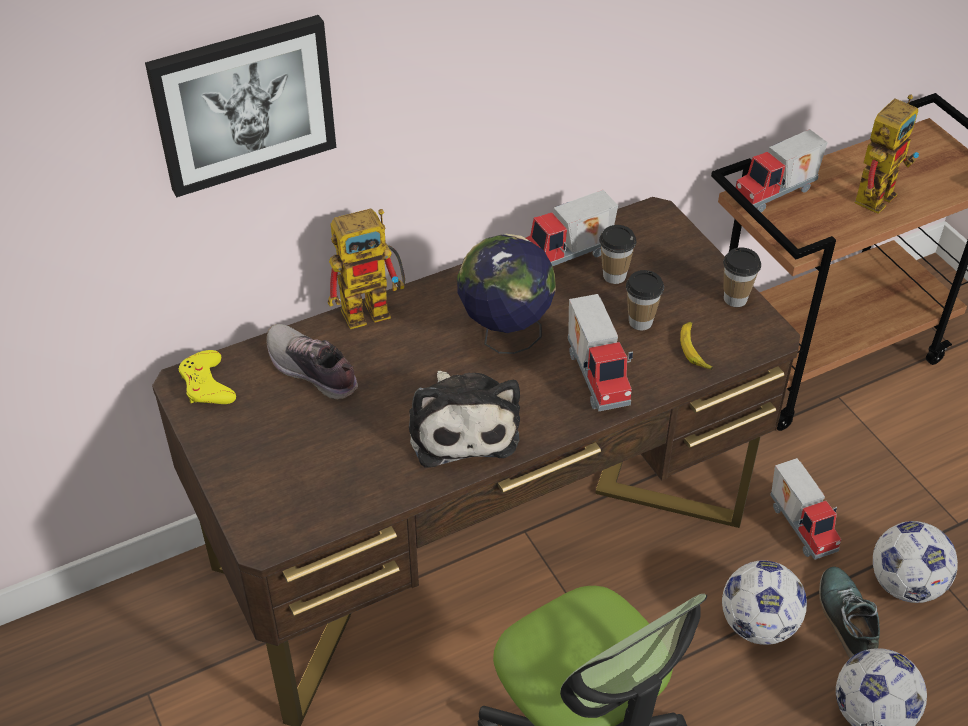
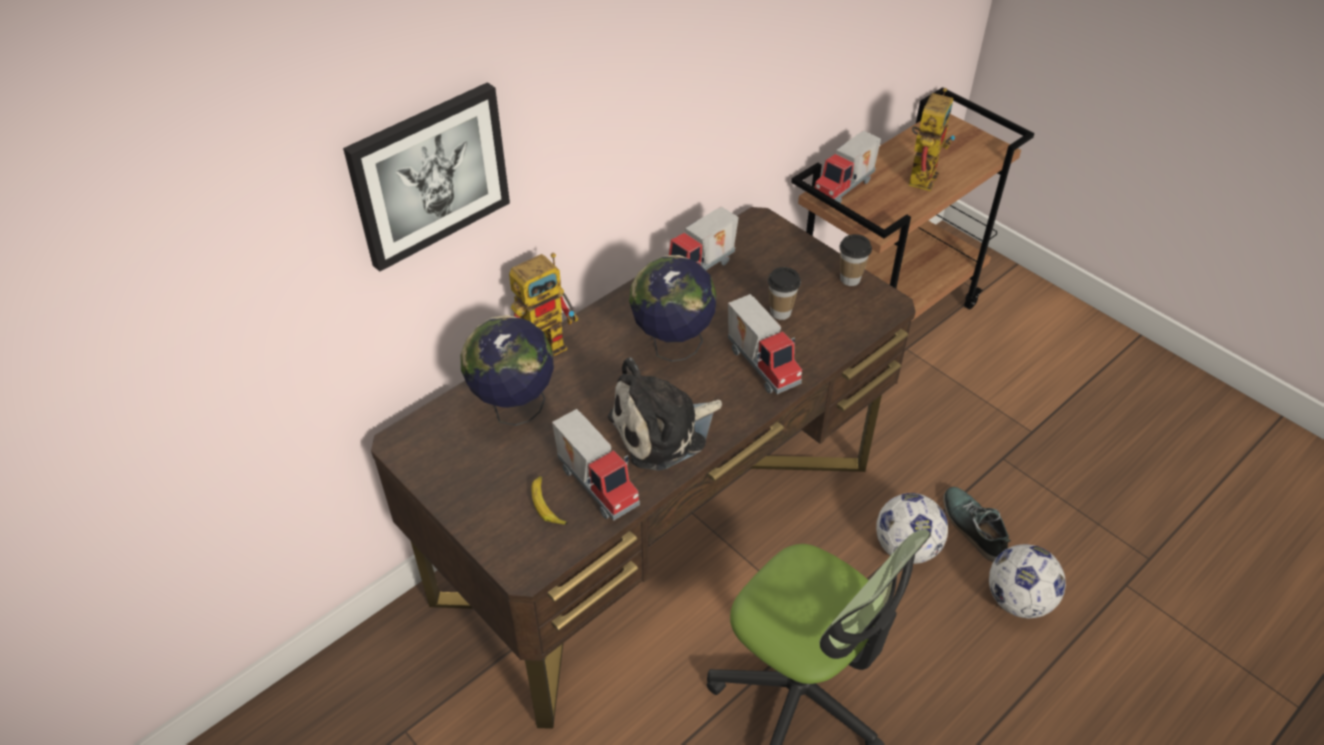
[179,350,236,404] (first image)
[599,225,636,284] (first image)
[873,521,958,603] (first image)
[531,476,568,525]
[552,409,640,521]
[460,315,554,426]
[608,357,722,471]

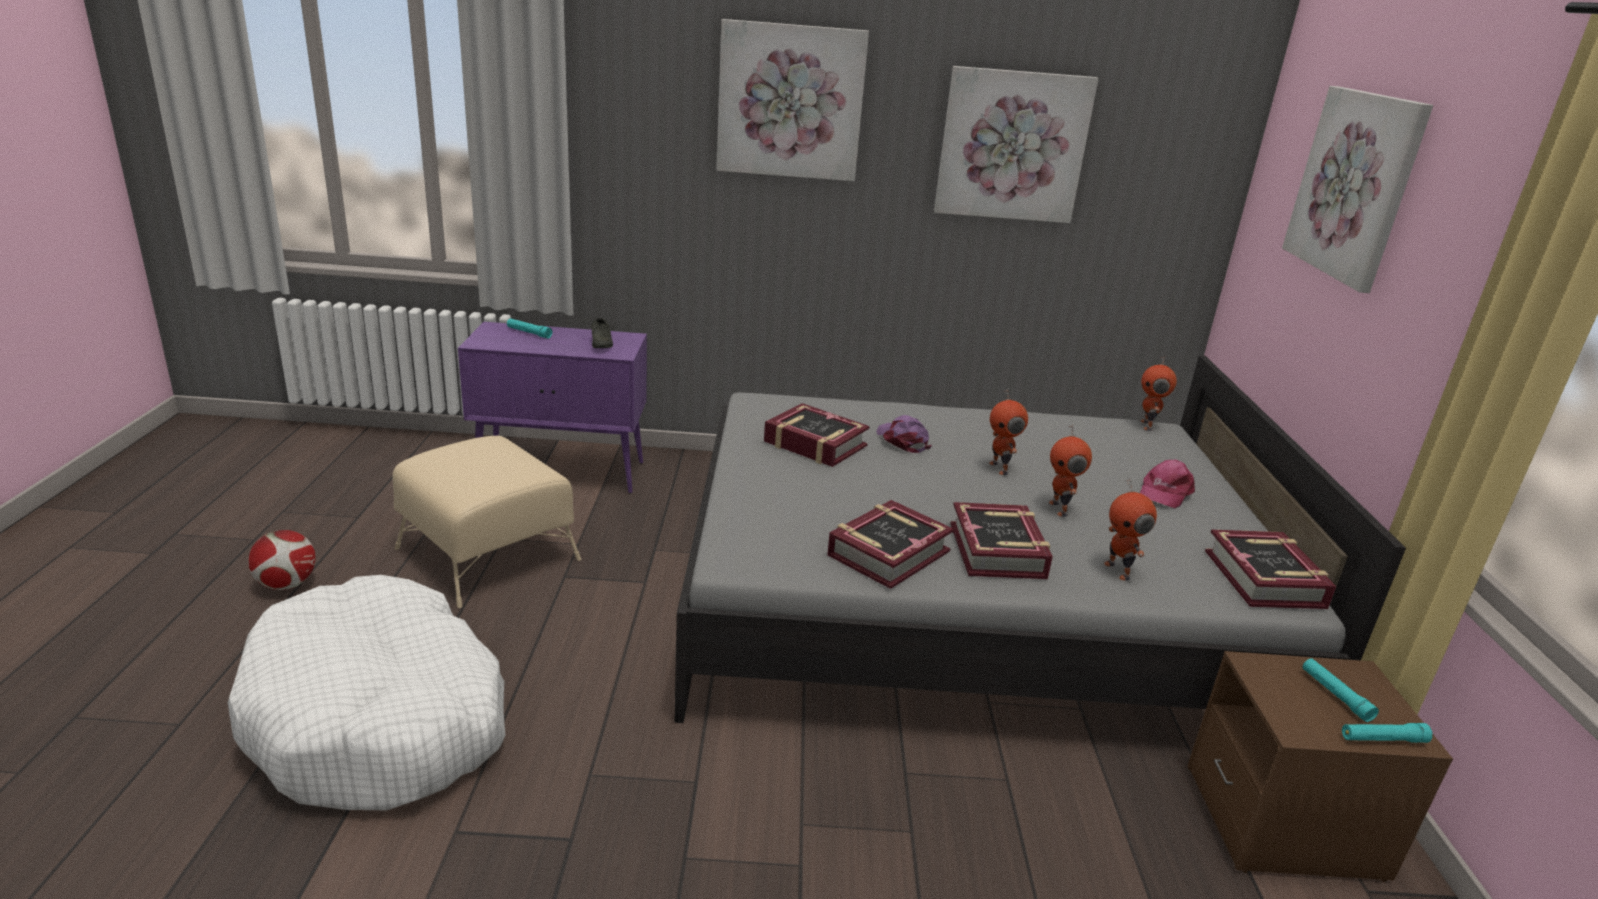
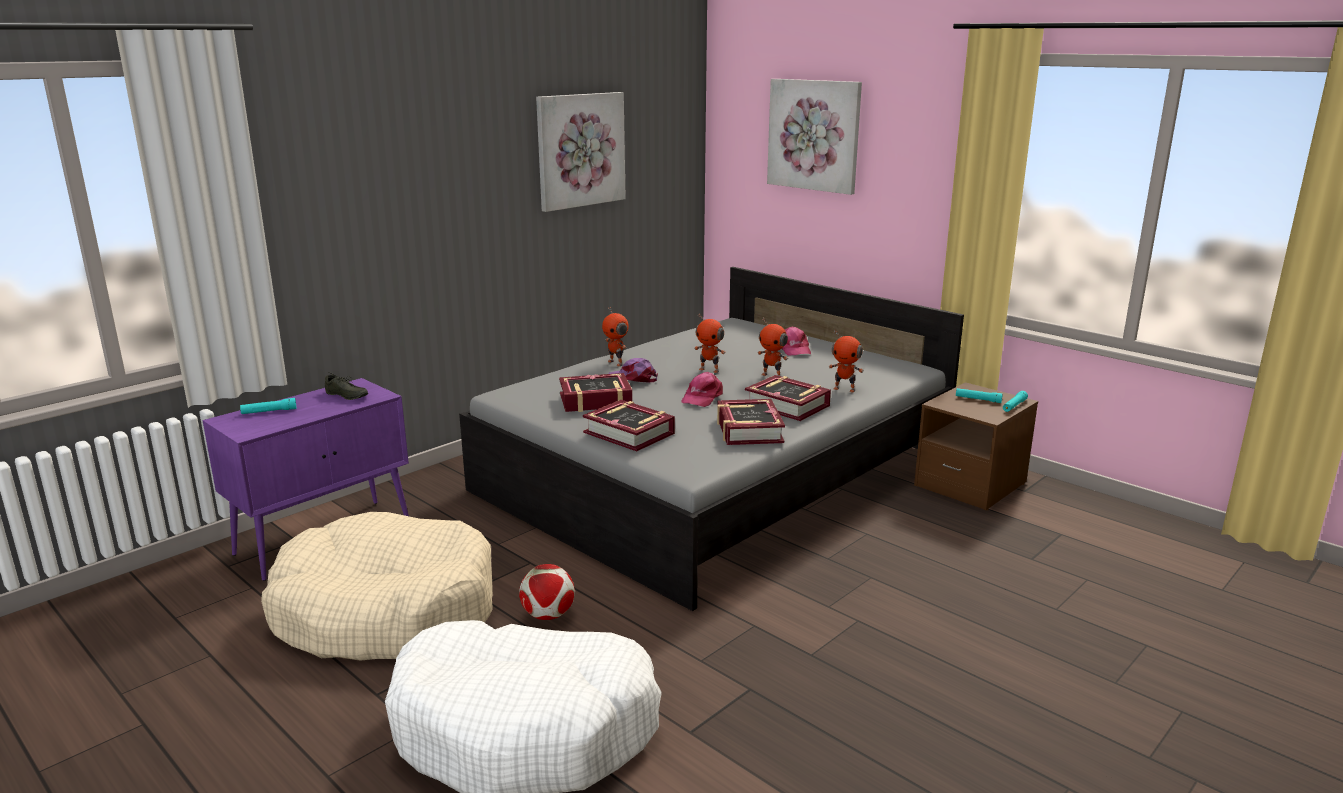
[716,19,869,181] (first image)
[681,372,723,407]
[519,564,575,620]
[602,308,629,366]
[583,400,675,451]
[261,512,493,661]

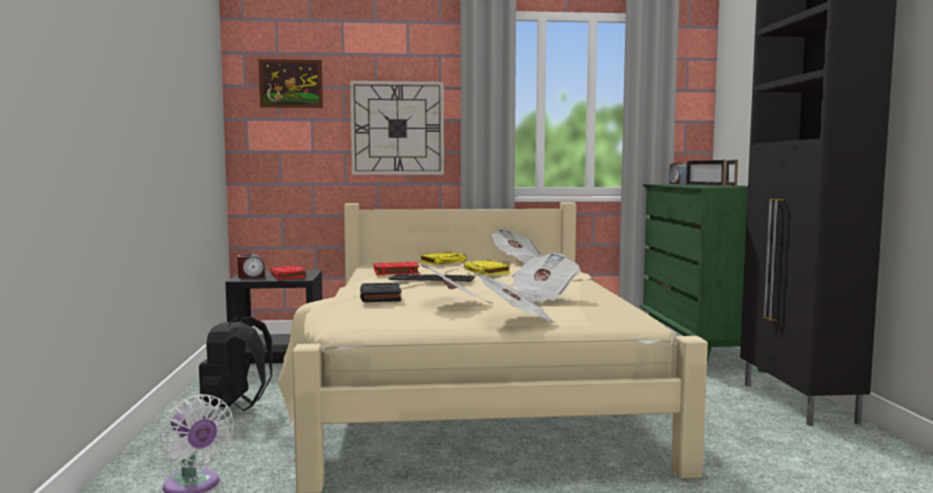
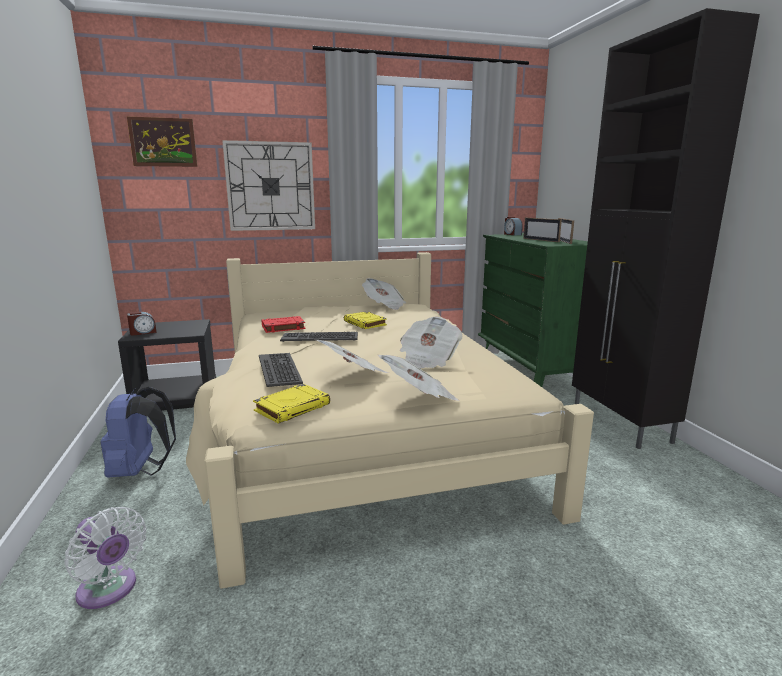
[270,266,306,279] (first image)
[253,384,330,424]
[259,353,303,387]
[101,387,176,478]

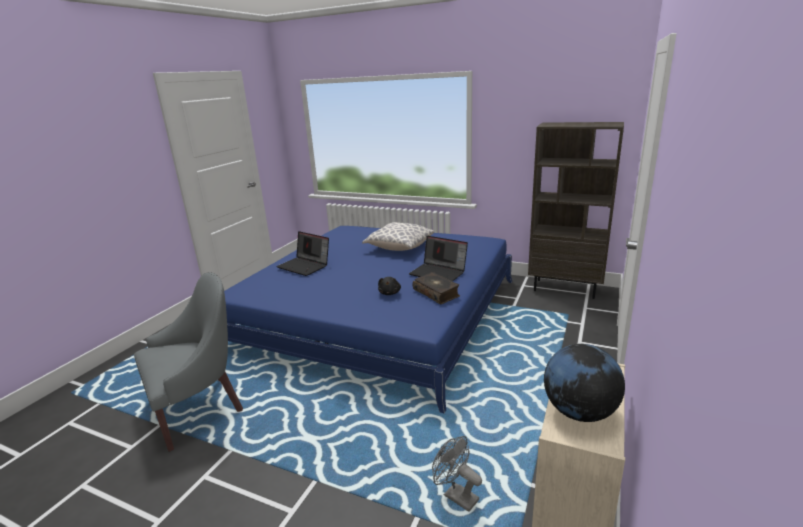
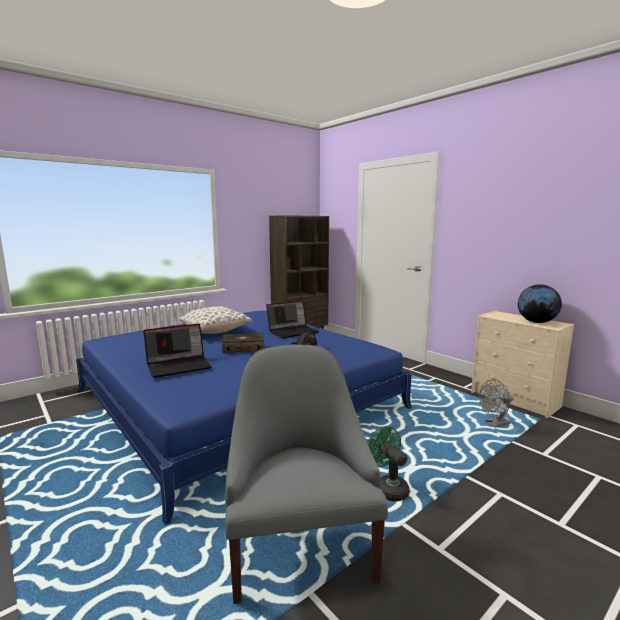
[367,426,409,501]
[222,333,265,353]

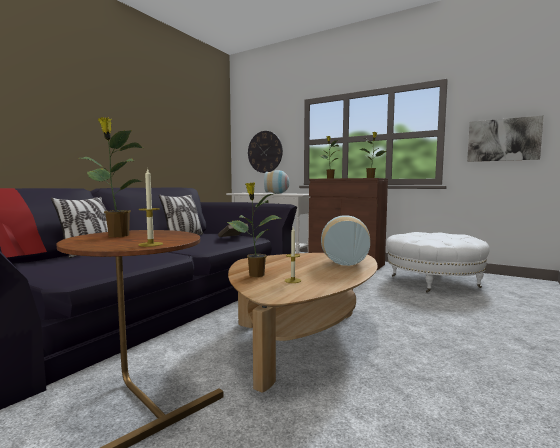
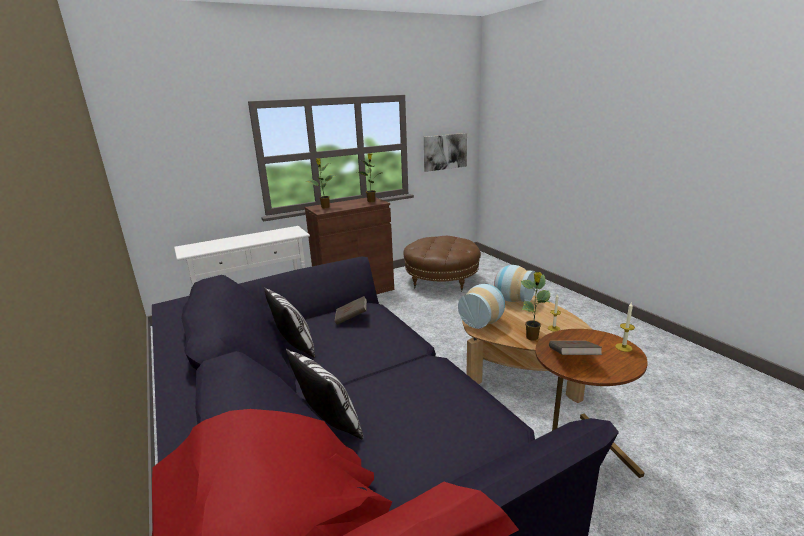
[248,131,283,173] (first image)
[458,284,505,329]
[549,341,602,355]
[403,236,481,292]

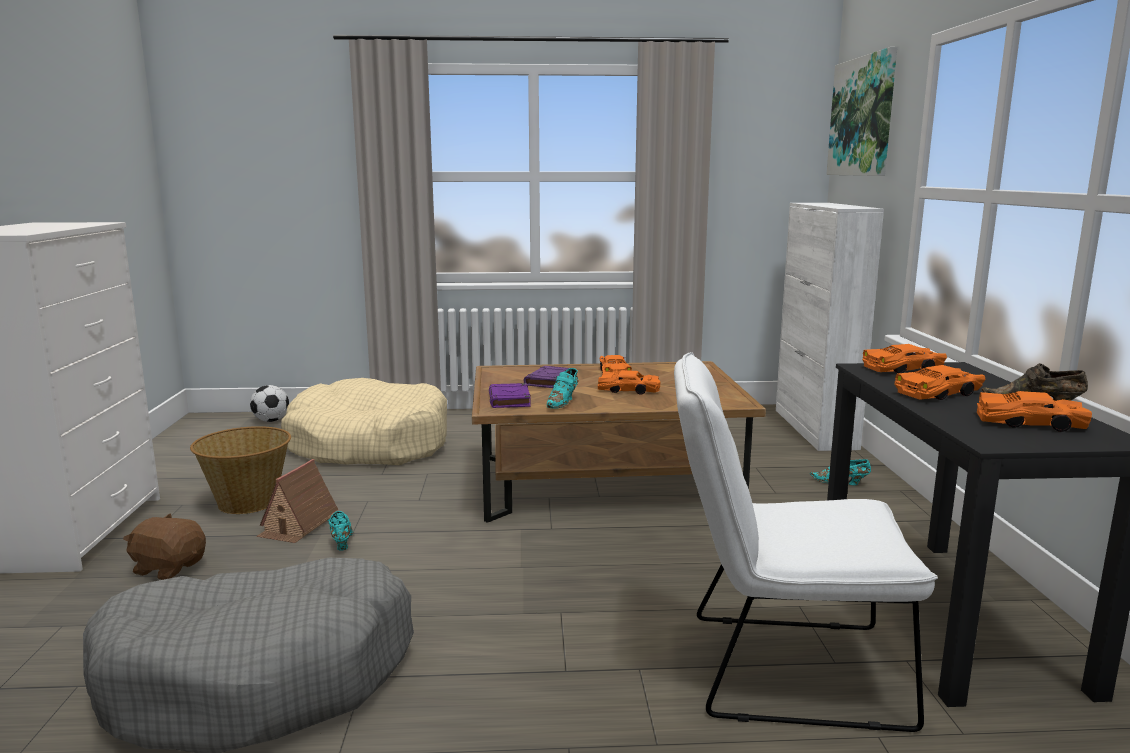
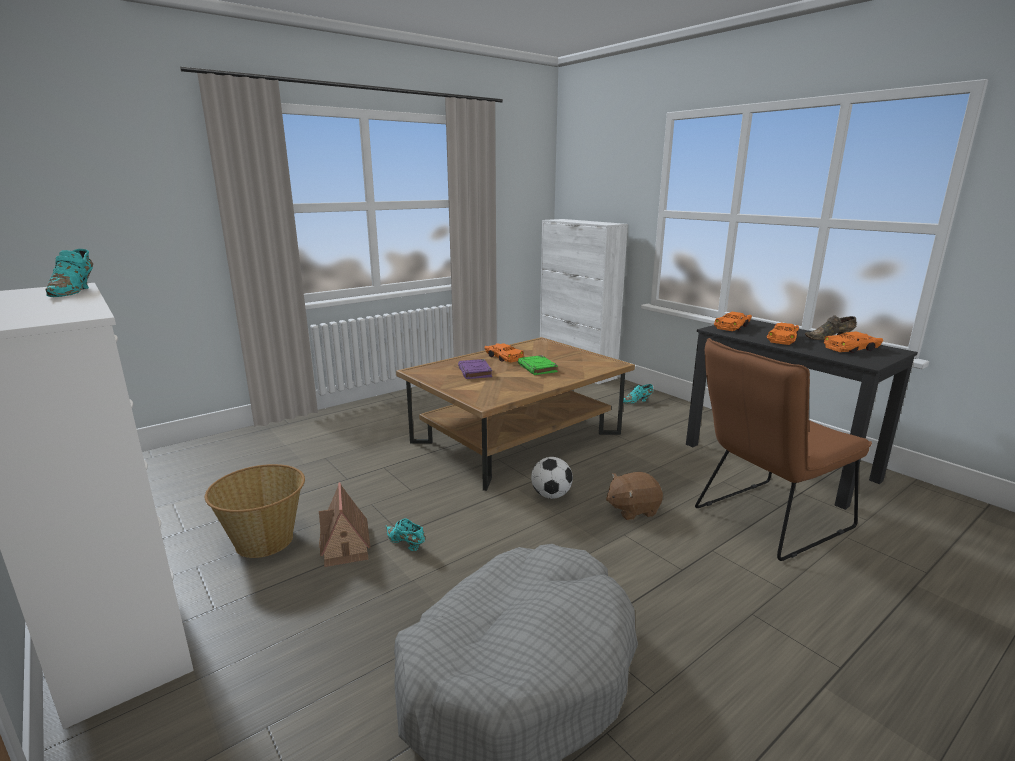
[281,378,447,465] (first image)
[489,383,531,408] (first image)
[826,47,897,176] (first image)
[606,472,663,520]
[531,457,573,499]
[45,249,93,297]
[518,355,558,375]
[695,338,872,561]

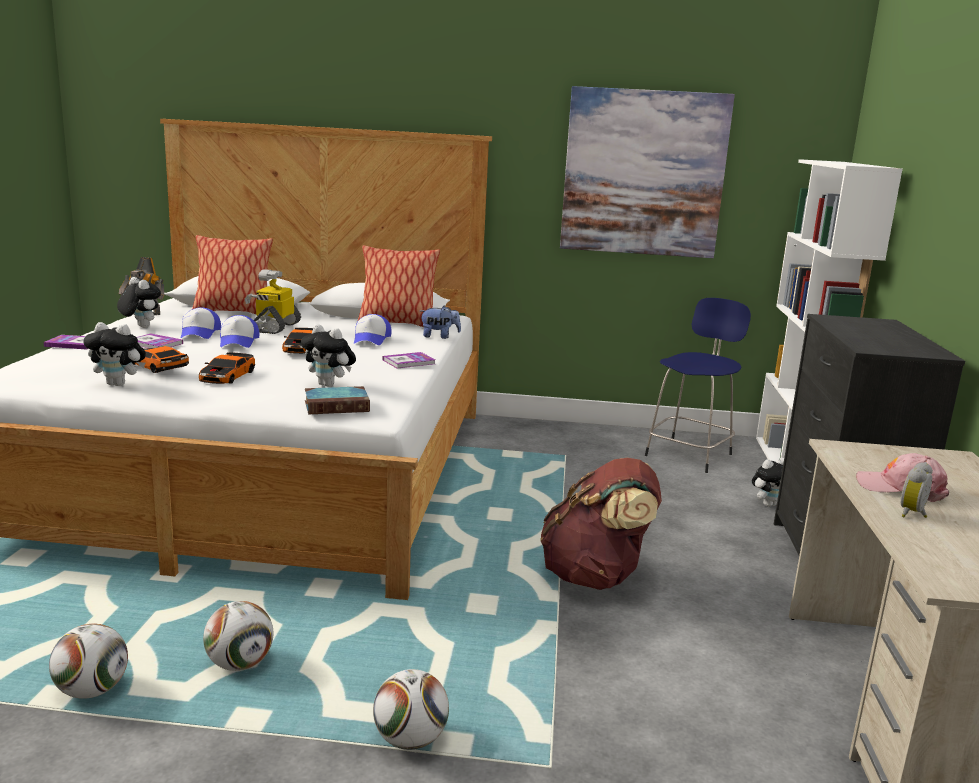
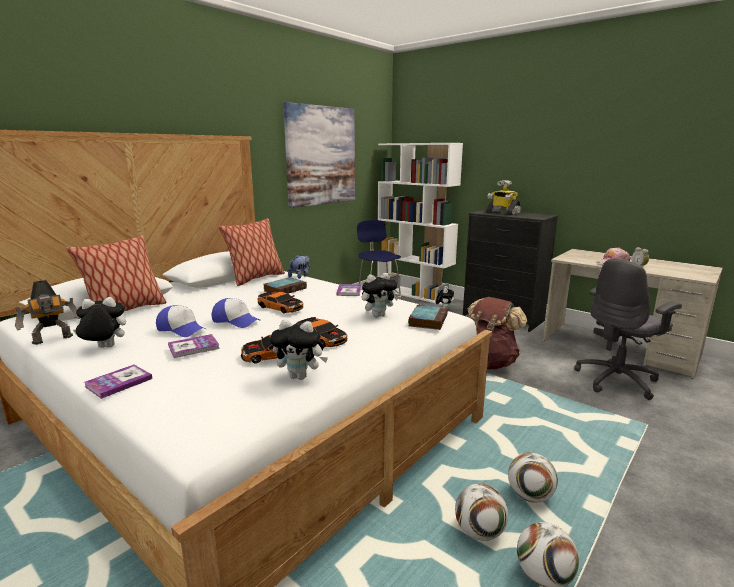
[574,259,682,400]
[487,180,521,215]
[455,484,508,541]
[264,277,307,294]
[270,319,328,380]

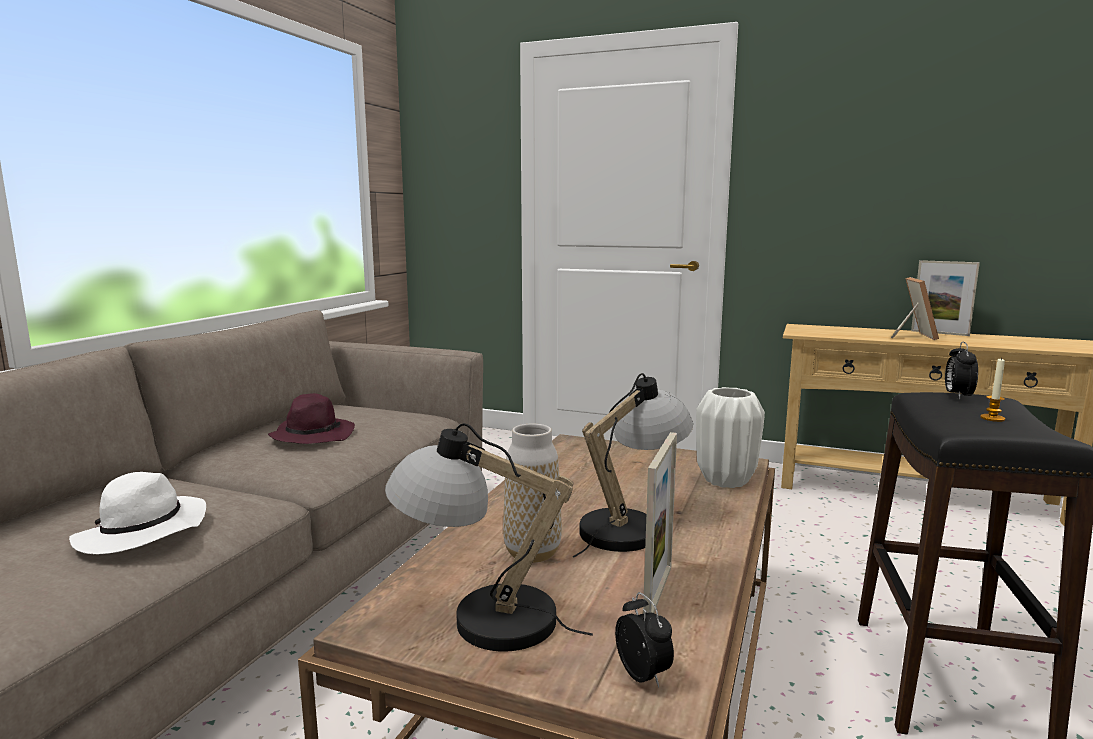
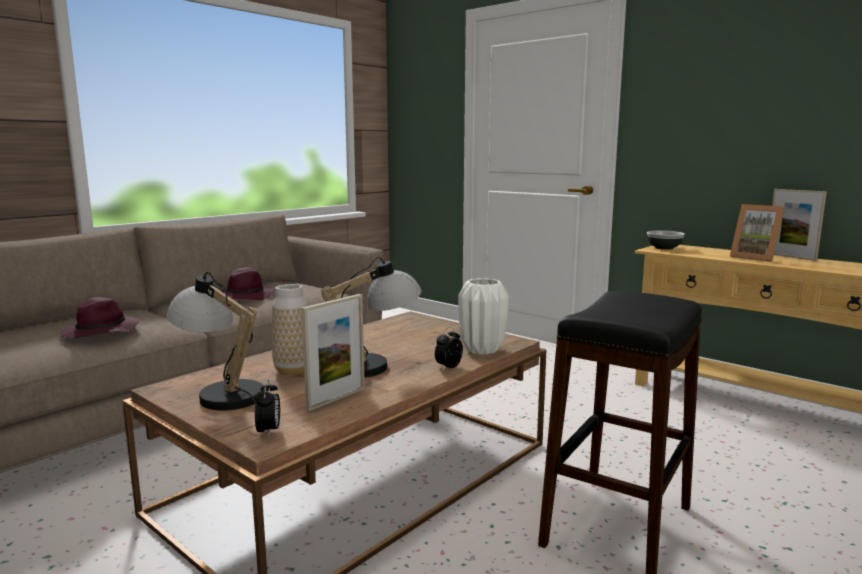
[980,357,1005,422] (first image)
[647,230,685,250]
[435,327,463,369]
[60,297,140,338]
[730,204,784,262]

